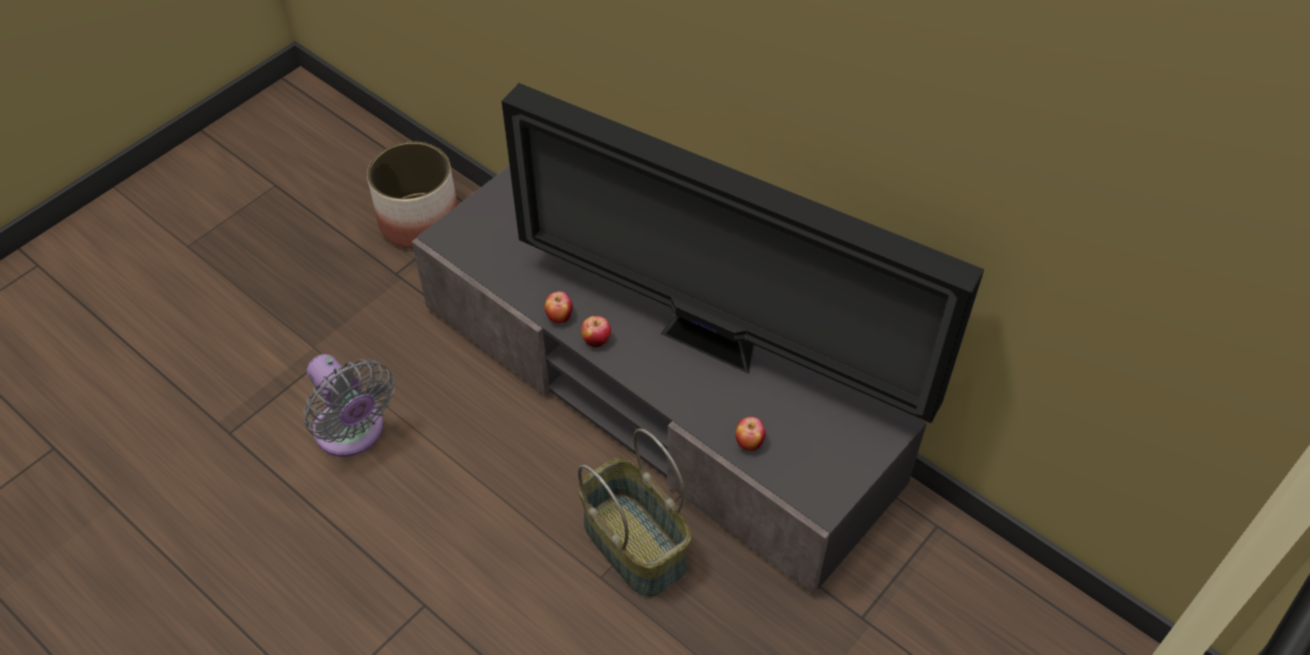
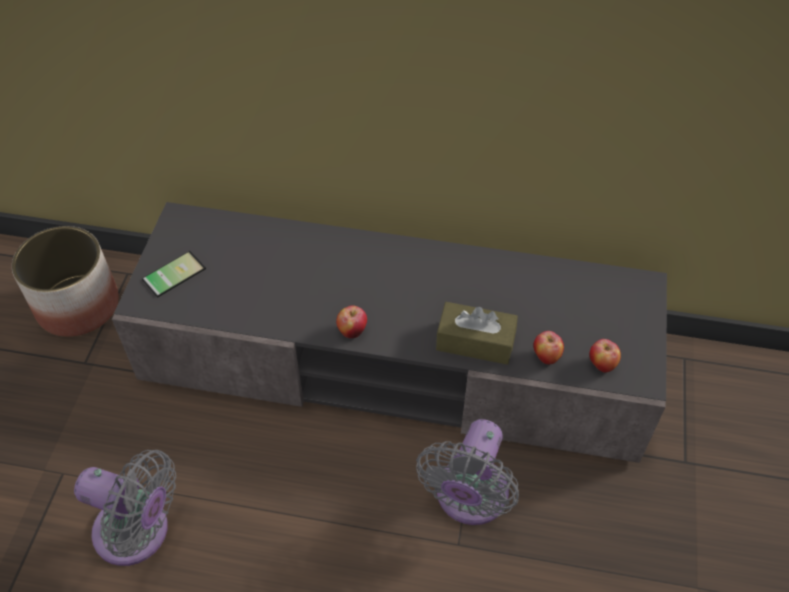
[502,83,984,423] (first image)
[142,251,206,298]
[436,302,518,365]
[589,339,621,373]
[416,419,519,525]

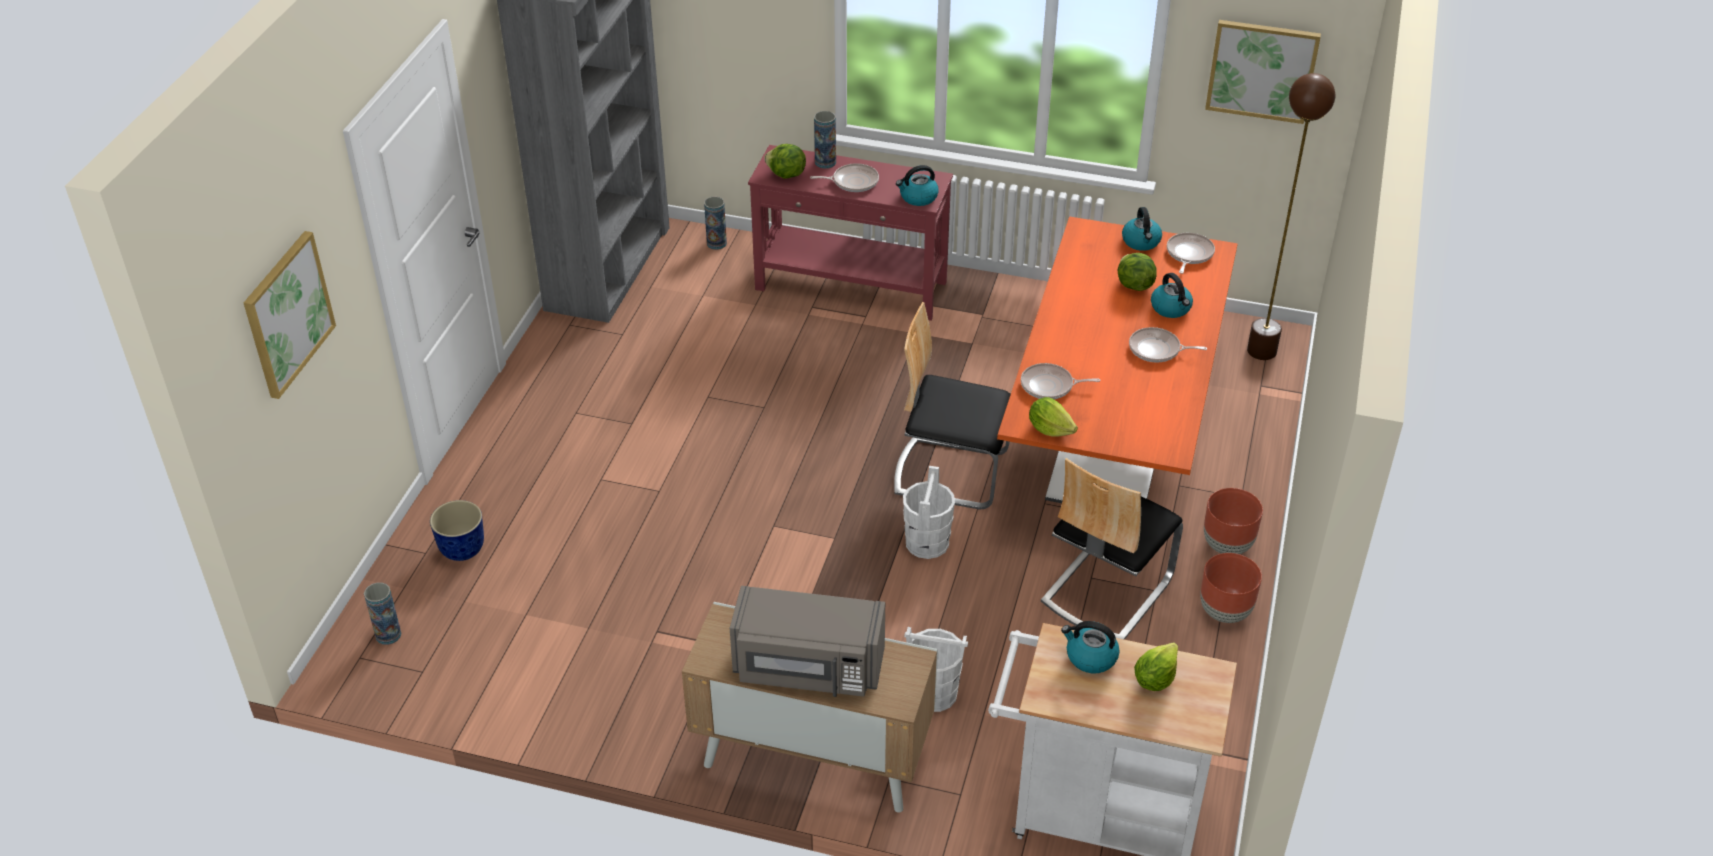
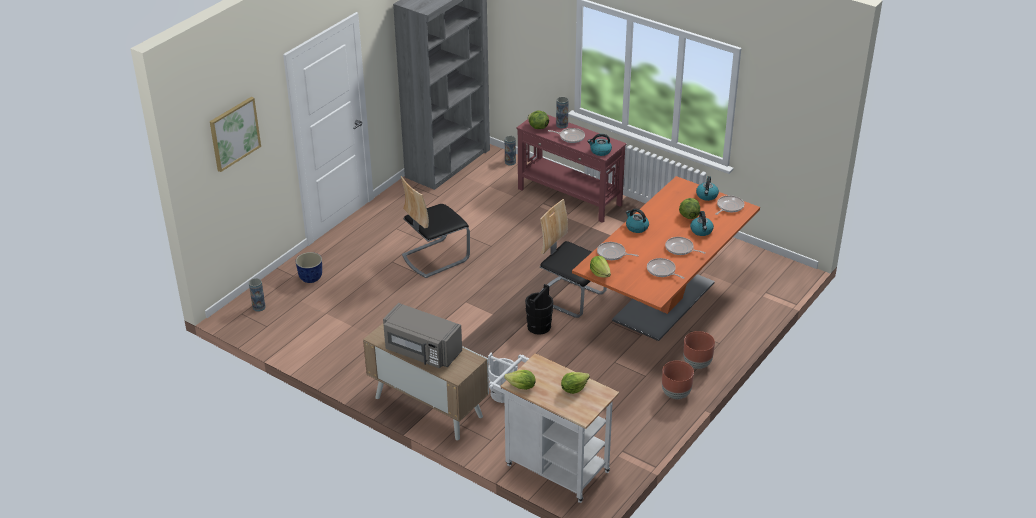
[1205,20,1321,124] (first image)
[1247,73,1336,360] (first image)
[504,370,536,390]
[647,258,684,279]
[401,176,470,278]
[626,208,649,233]
[525,284,553,335]

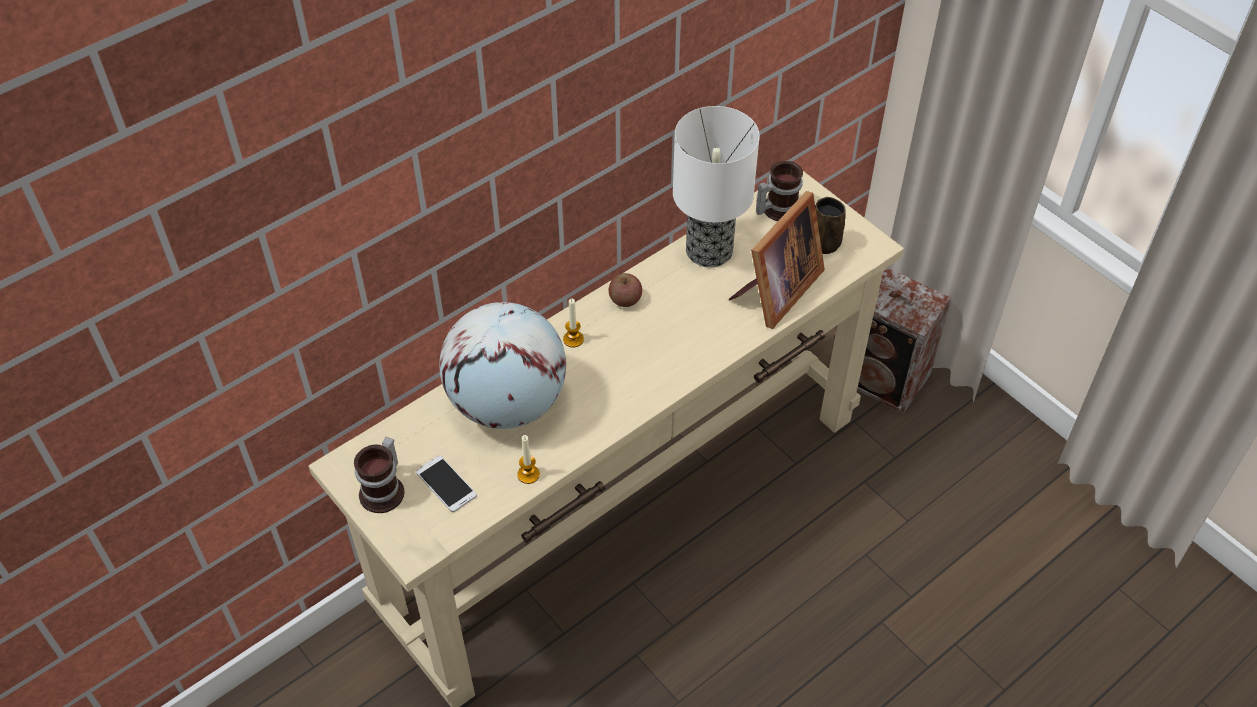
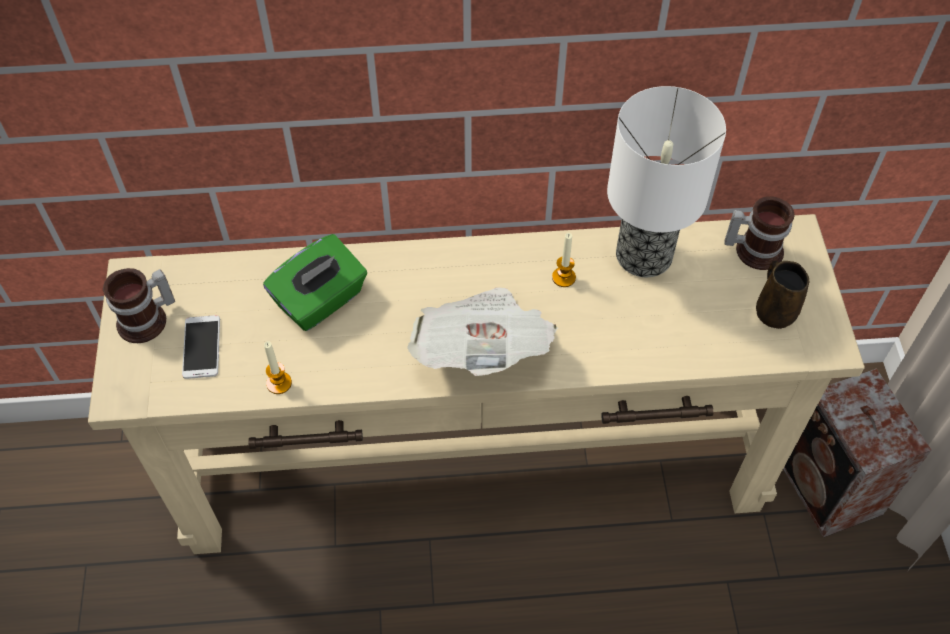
[609,273,642,307] (first image)
[729,191,825,329] (first image)
[407,287,558,376]
[552,233,576,287]
[263,234,367,331]

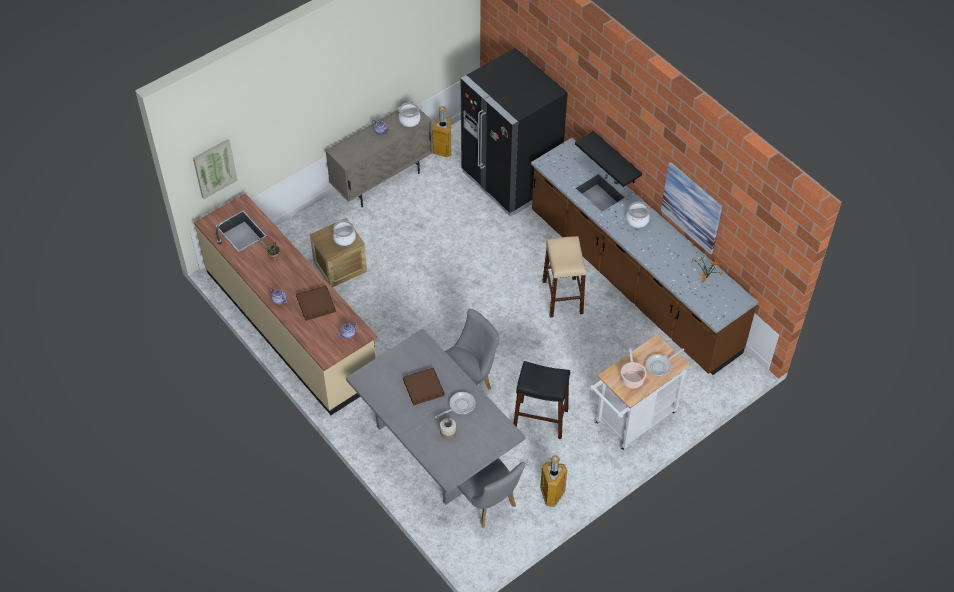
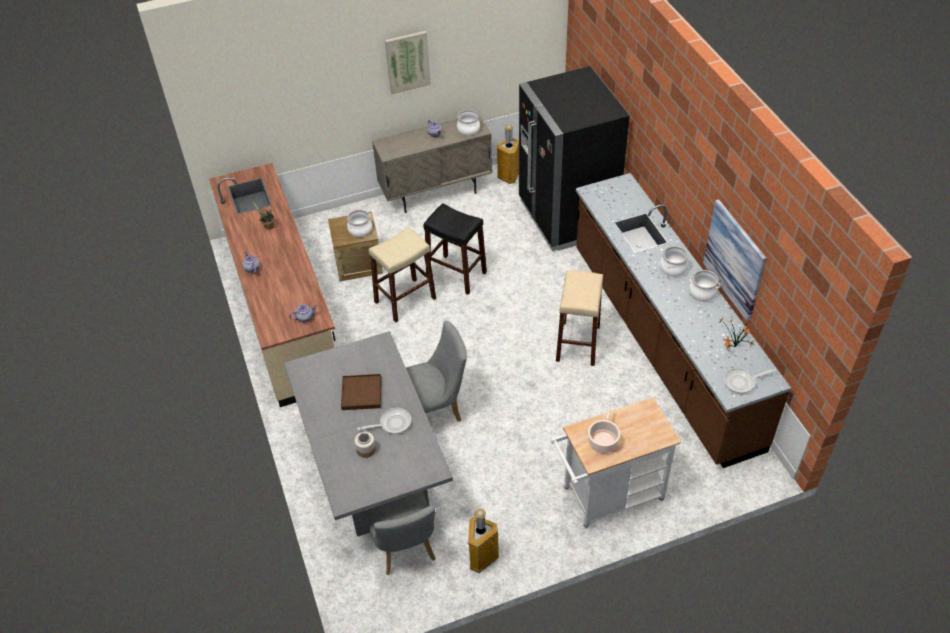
[296,285,336,321] (first image)
[575,131,642,187] (first image)
[369,227,436,323]
[689,270,720,301]
[385,31,431,94]
[424,203,487,295]
[724,368,776,393]

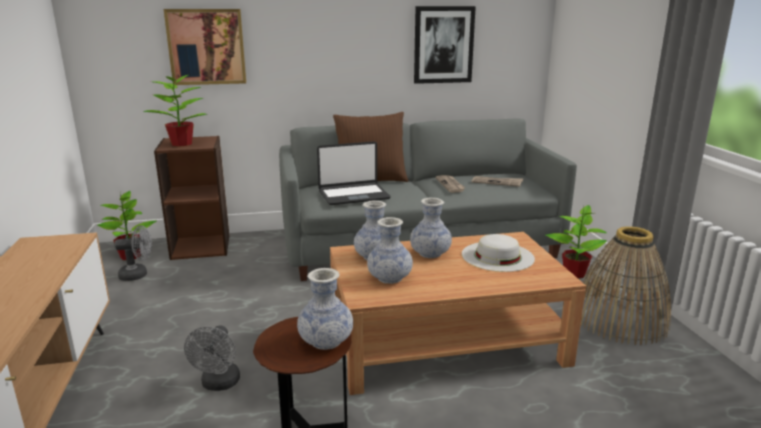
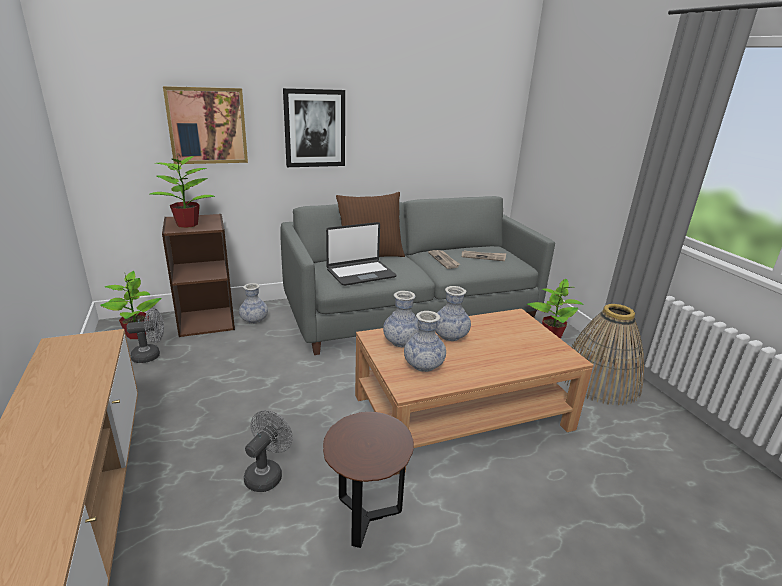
[462,234,535,272] (first image)
[239,283,268,324]
[283,88,345,167]
[244,410,293,492]

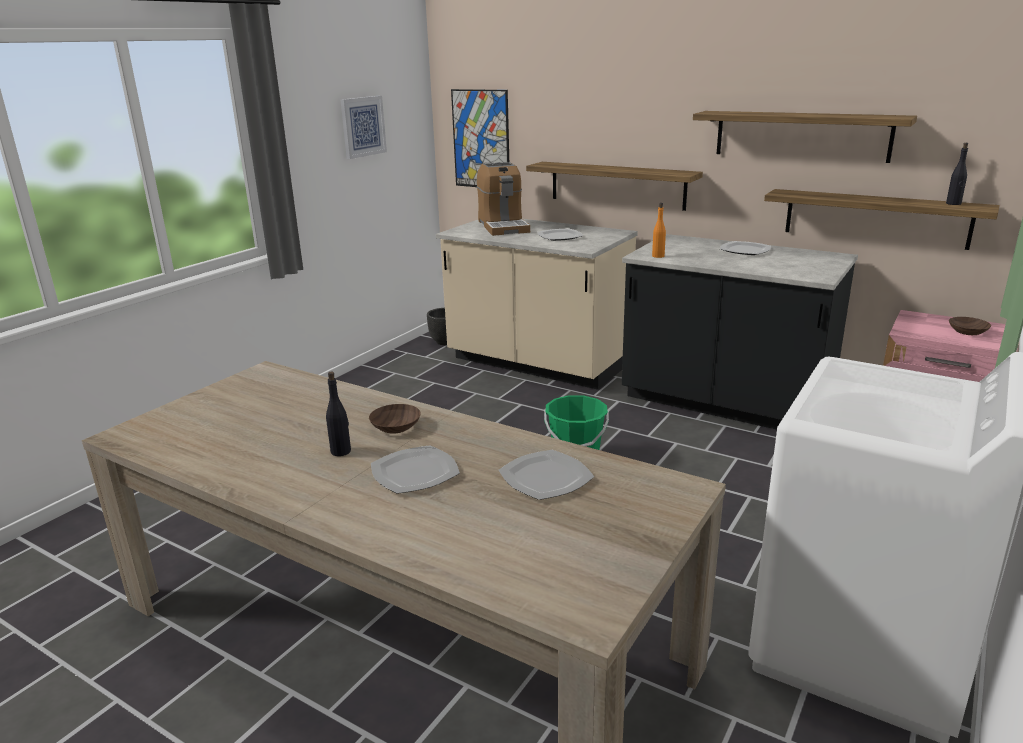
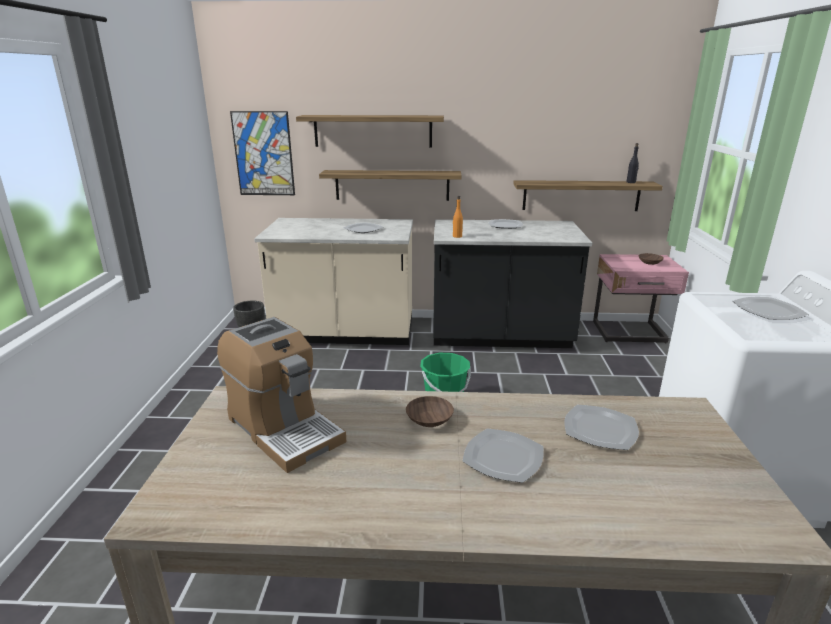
[326,372,351,456] (first image)
[341,96,387,159] (first image)
[733,297,809,320]
[217,317,346,473]
[296,115,444,147]

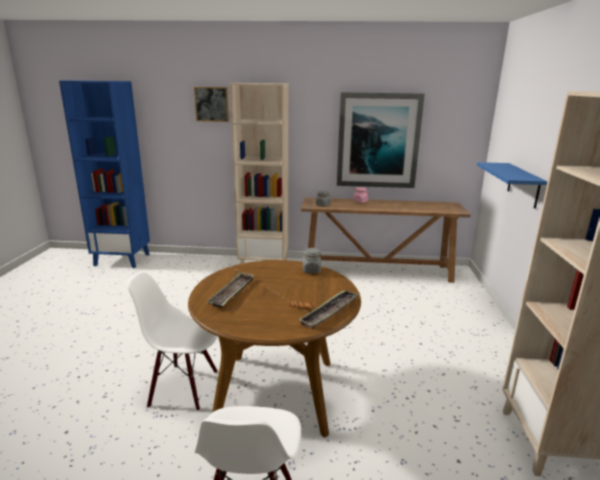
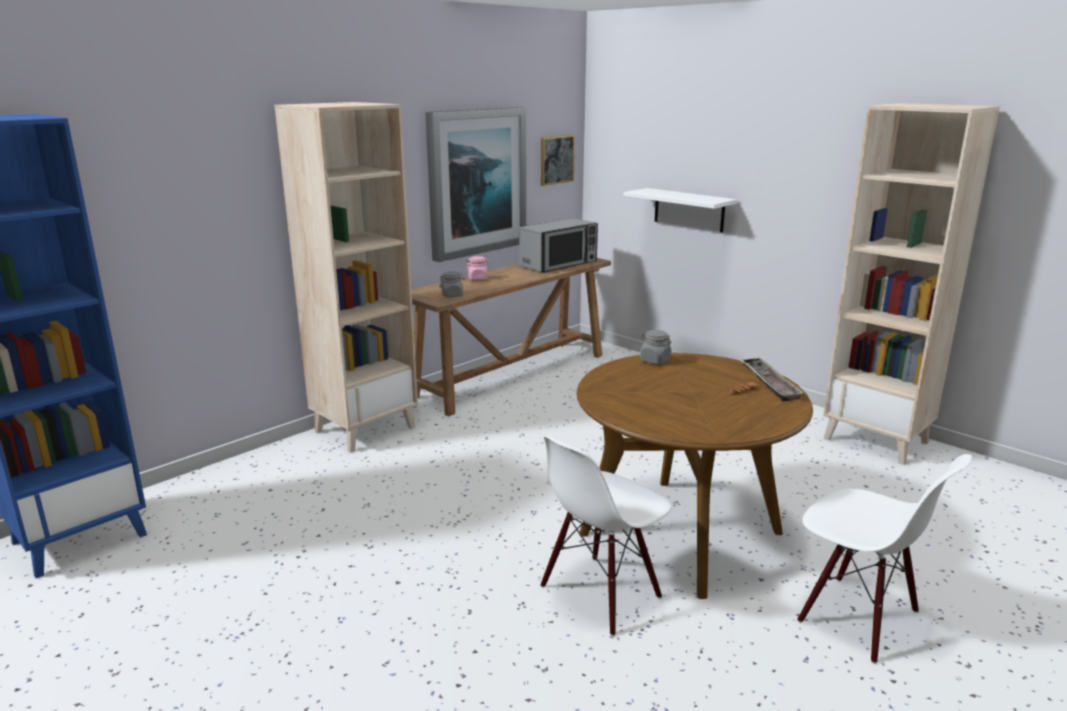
[206,272,254,308] (first image)
[519,218,598,273]
[541,135,575,186]
[623,188,737,232]

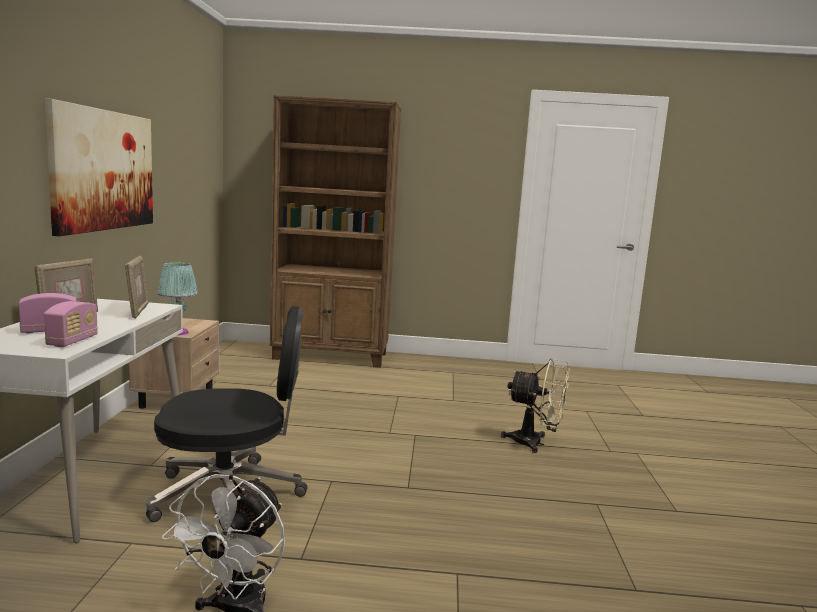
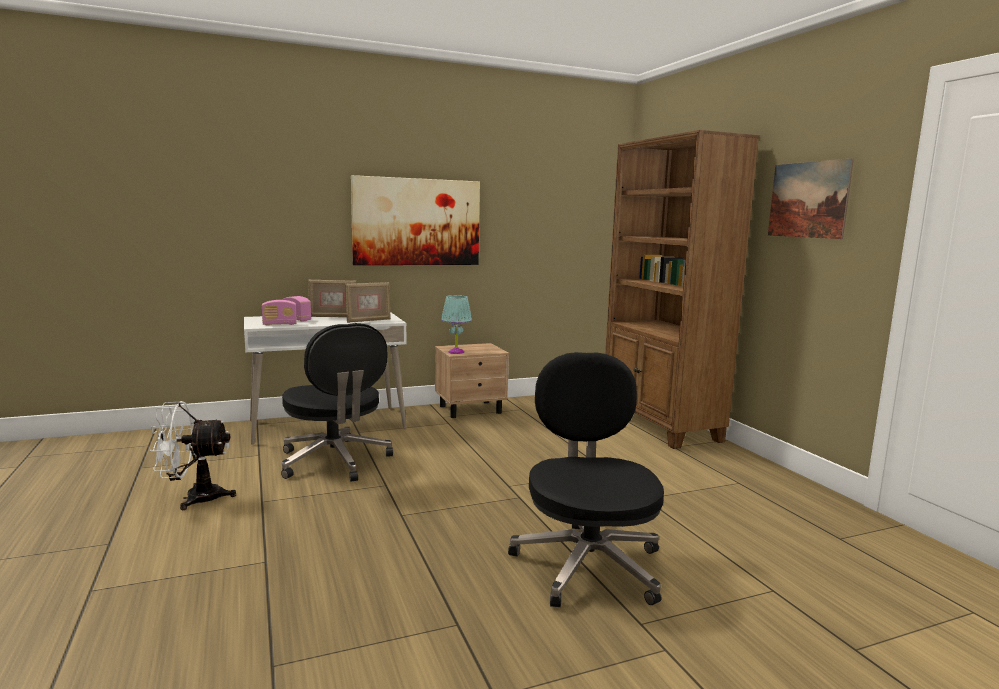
[768,159,854,239]
[508,352,664,607]

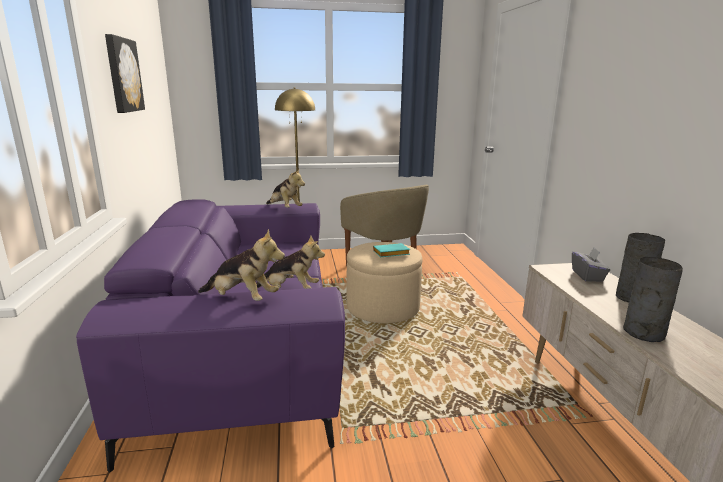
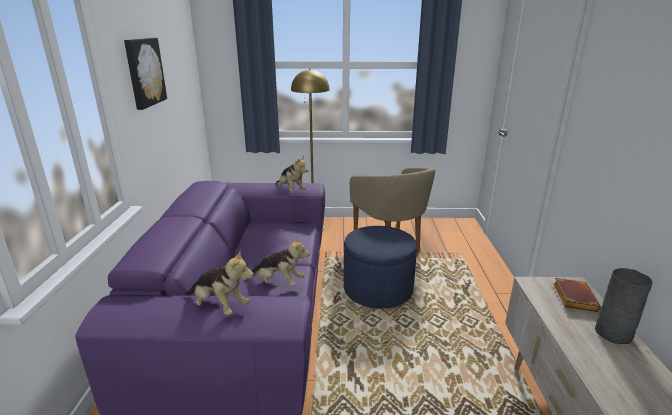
[373,243,410,257] (first image)
[623,257,683,342] (first image)
[553,278,601,312]
[344,226,417,309]

